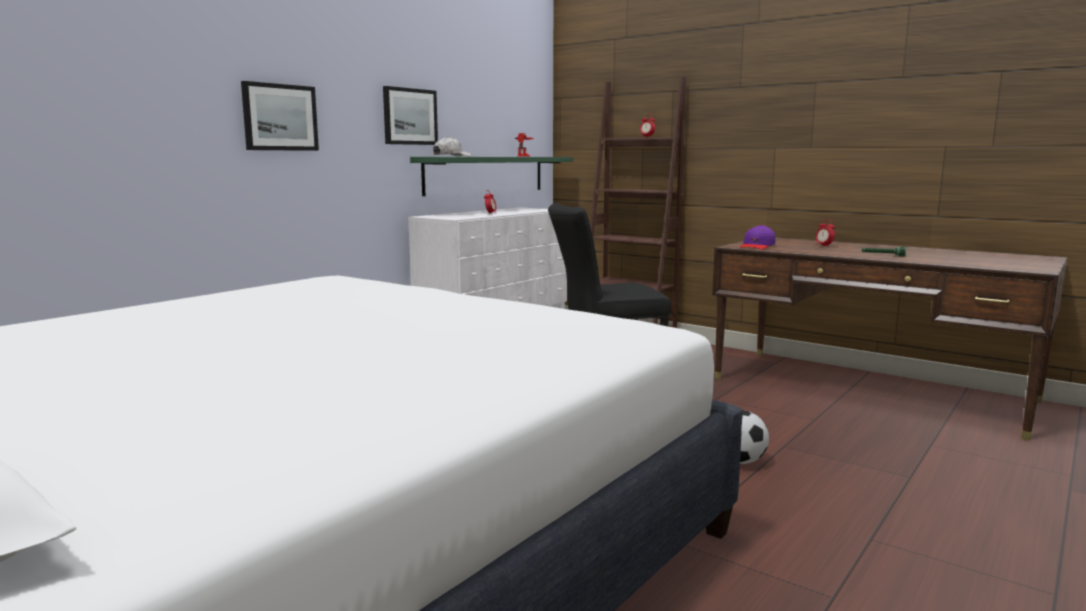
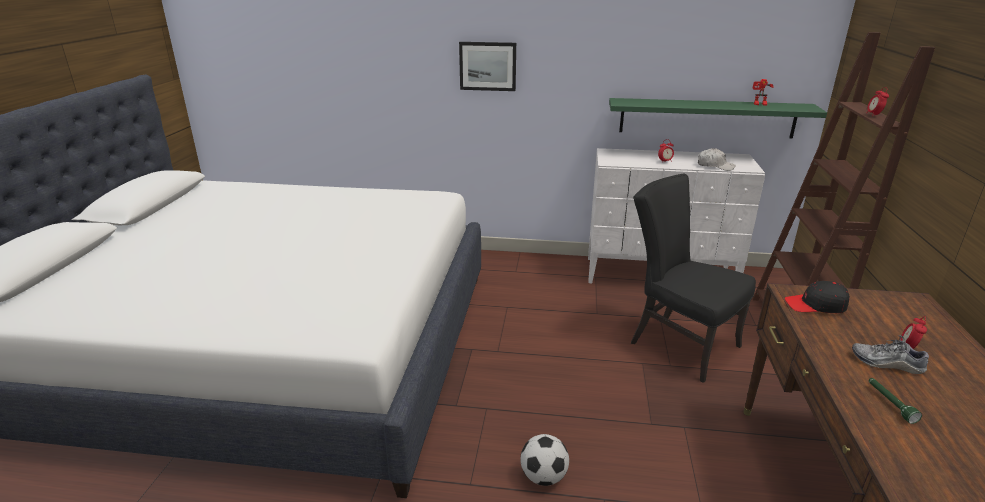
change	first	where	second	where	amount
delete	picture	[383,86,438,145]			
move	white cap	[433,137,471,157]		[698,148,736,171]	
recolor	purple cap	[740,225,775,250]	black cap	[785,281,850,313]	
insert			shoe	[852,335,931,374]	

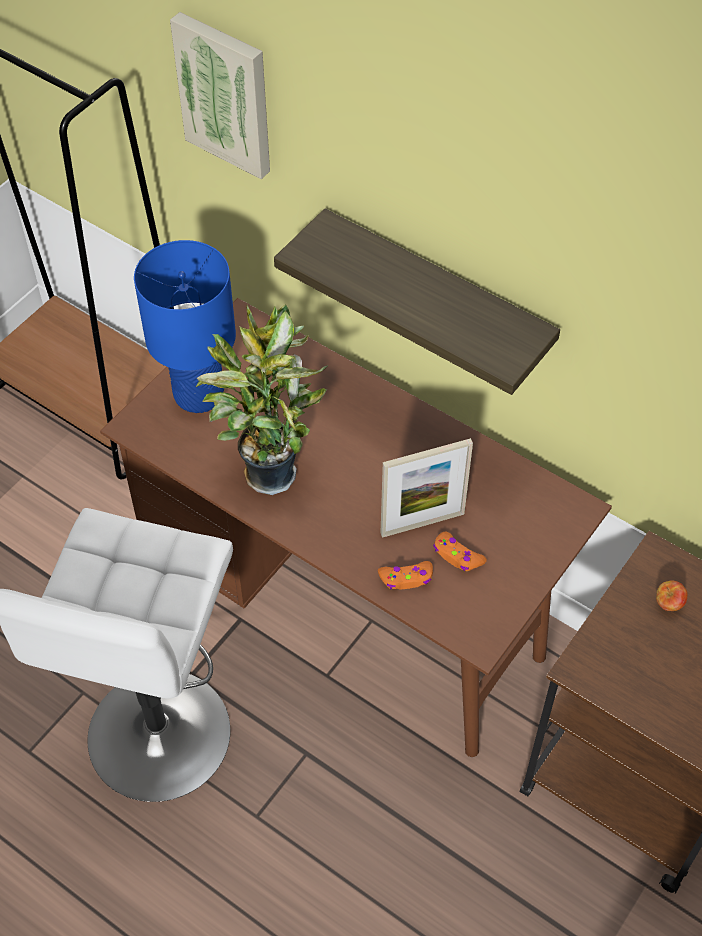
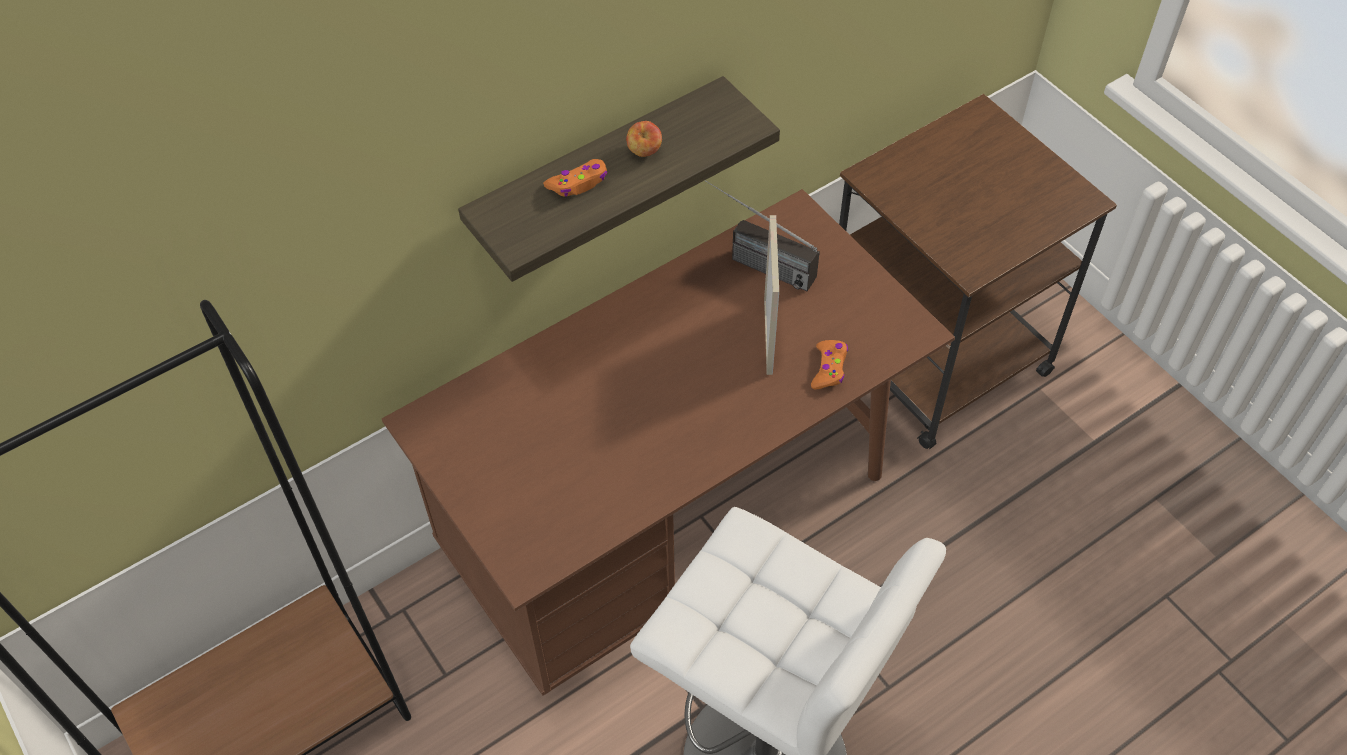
change	first	where	second	where	amount
delete	blue table lamp	[134,240,236,413]			
delete	picture	[170,12,270,179]			
delete	potted plant	[196,304,328,495]			
move	orange game controller	[433,532,487,571]		[543,159,607,197]	
move	apple	[656,580,688,611]		[626,121,662,157]	
insert			radio	[704,180,820,291]	

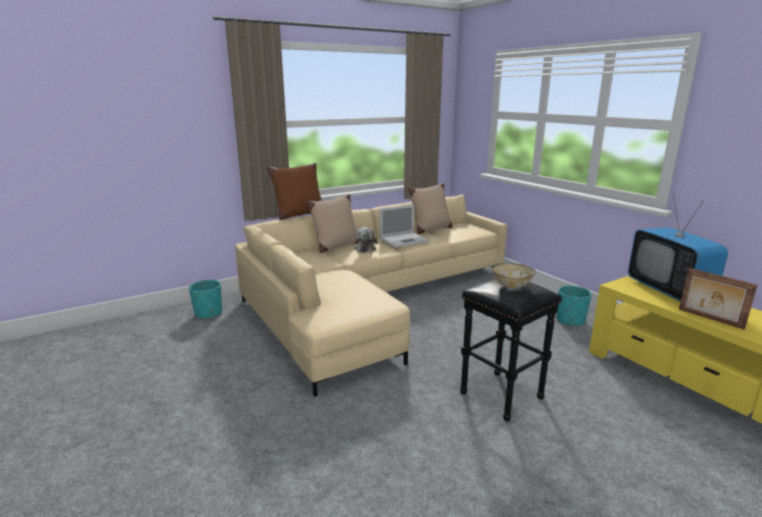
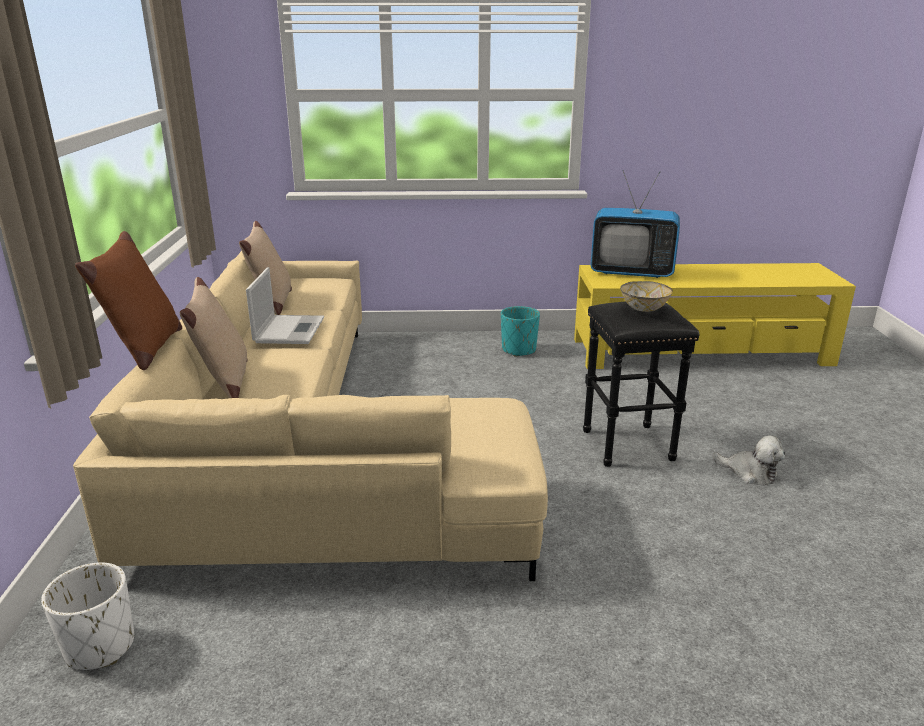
change	first	where	second	where	amount
recolor	turquoise planter	[189,280,222,320]	white planter	[41,562,134,670]	
move	plush toy	[354,227,378,253]		[713,436,785,485]	
delete	picture frame	[679,268,757,330]			

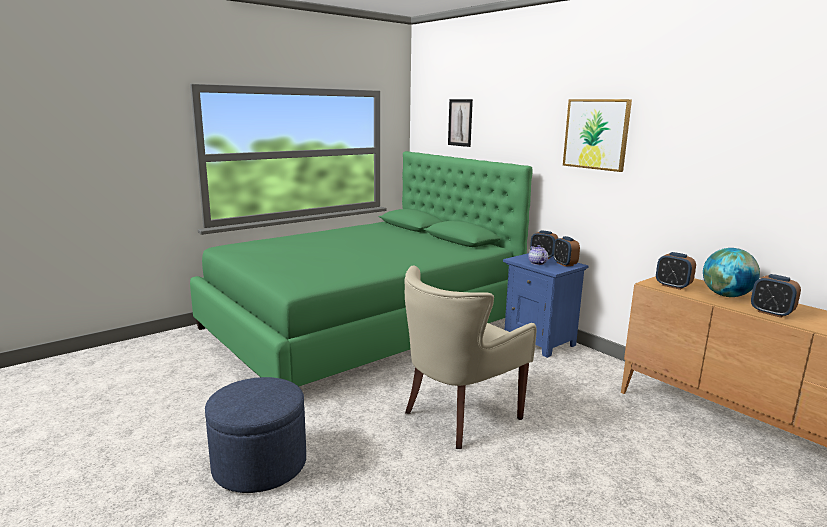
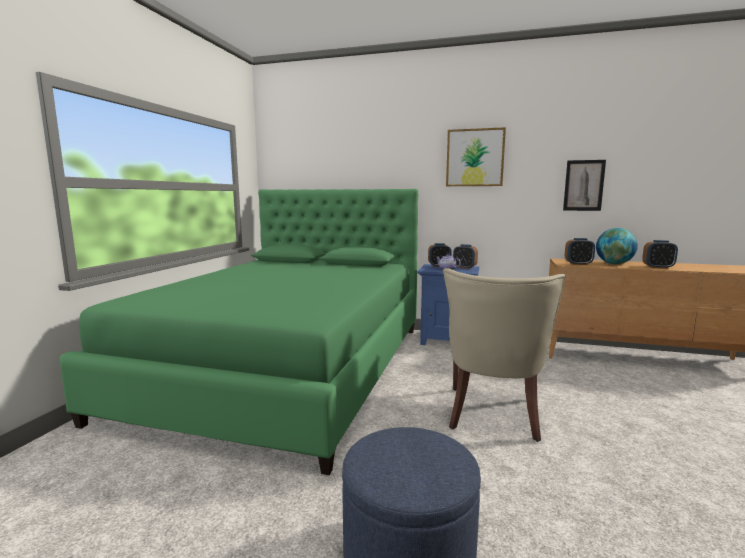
change	first	where	second	where	amount
move	picture	[448,99,473,147]		[563,160,606,211]	

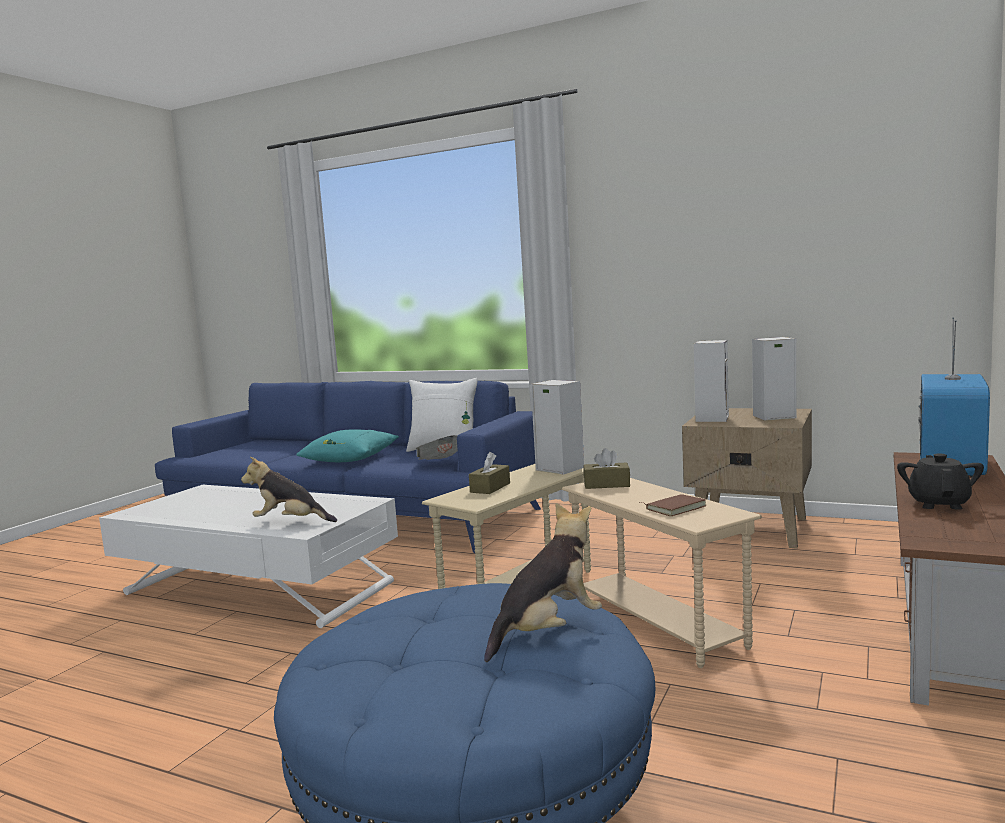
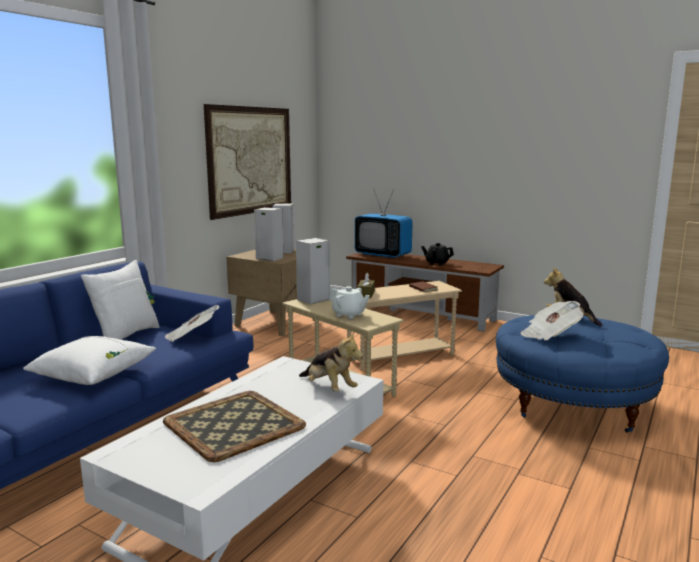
change	first	where	second	where	amount
rotate	plush toy	[241,457,337,522]		[299,331,363,392]	60 degrees counterclockwise
recolor	turquoise pillow	[296,430,399,462]	white pillow	[23,336,156,385]	
replace	brown tissue box	[469,452,510,494]	white teapot	[329,286,370,319]	
insert			tray	[163,391,306,462]	
insert			picture	[204,104,291,220]	
insert			newspaper	[521,301,584,340]	

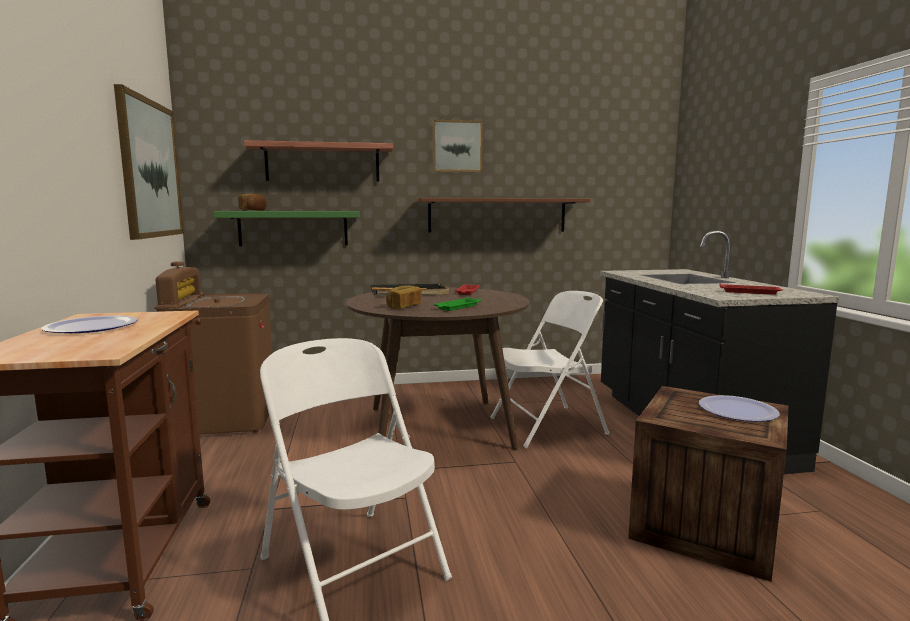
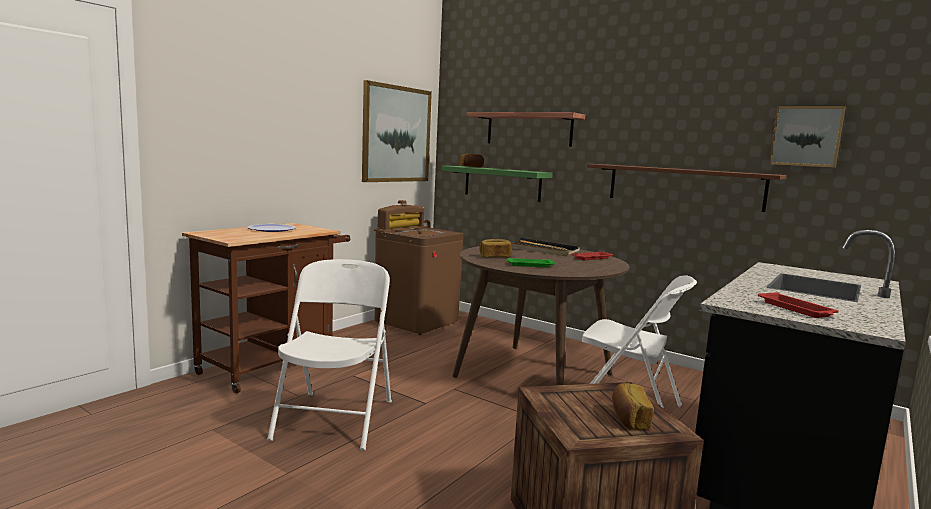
change	first	where	second	where	amount
move	picture	[433,120,483,172]		[769,106,846,168]	
replace	plate	[699,395,780,422]	bread	[612,383,654,430]	

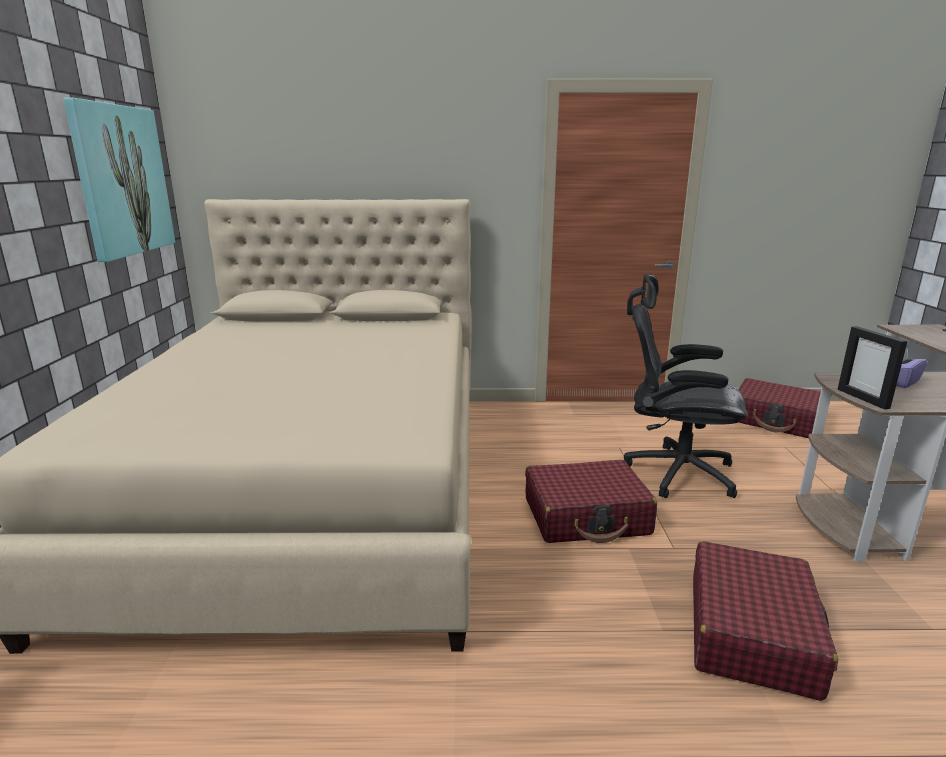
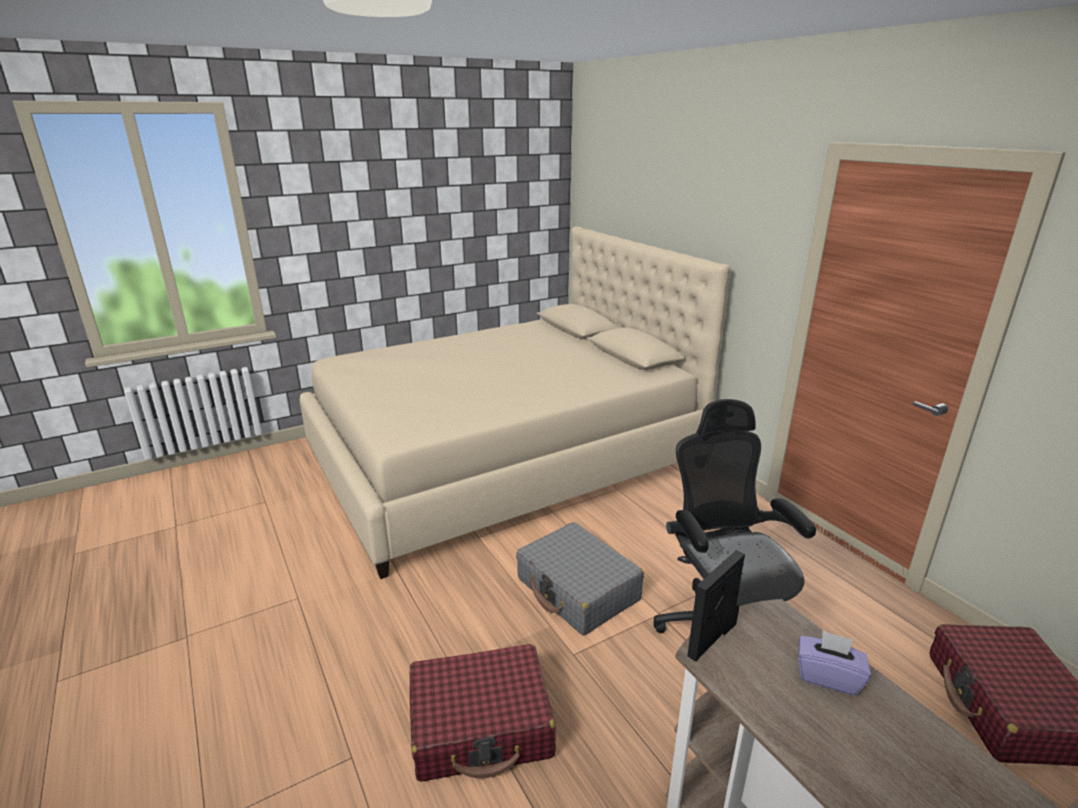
change	first	where	second	where	amount
delete	picture	[63,98,175,262]			
recolor	red suitcase	[525,460,657,543]	grey suitcase	[516,522,644,635]	

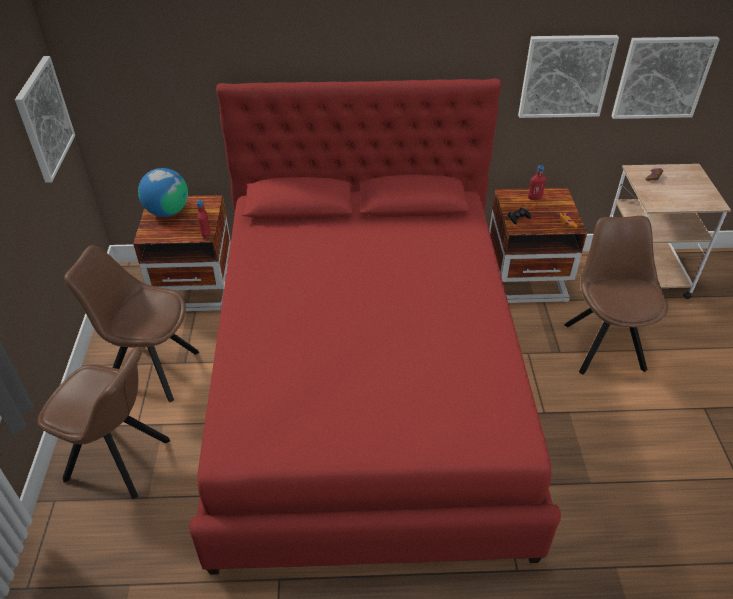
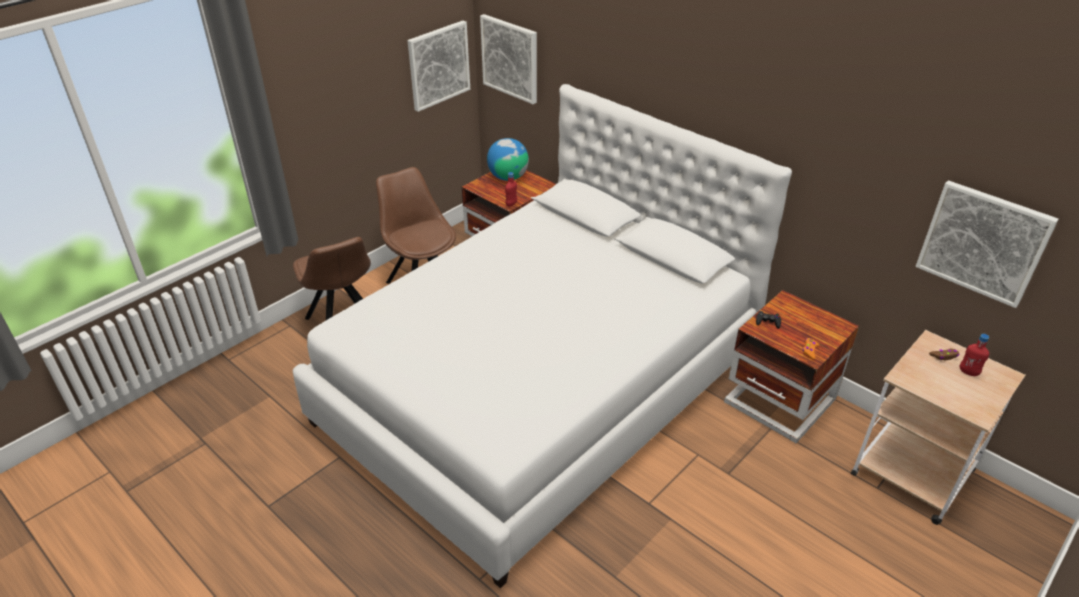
change	first	where	second	where	amount
recolor	red bed	[189,78,561,575]	white bed	[292,84,792,588]	
move	picture	[518,35,619,118]		[480,14,537,104]	
move	red bottle	[528,165,546,200]		[959,334,989,376]	
delete	brown chair	[564,216,668,375]			

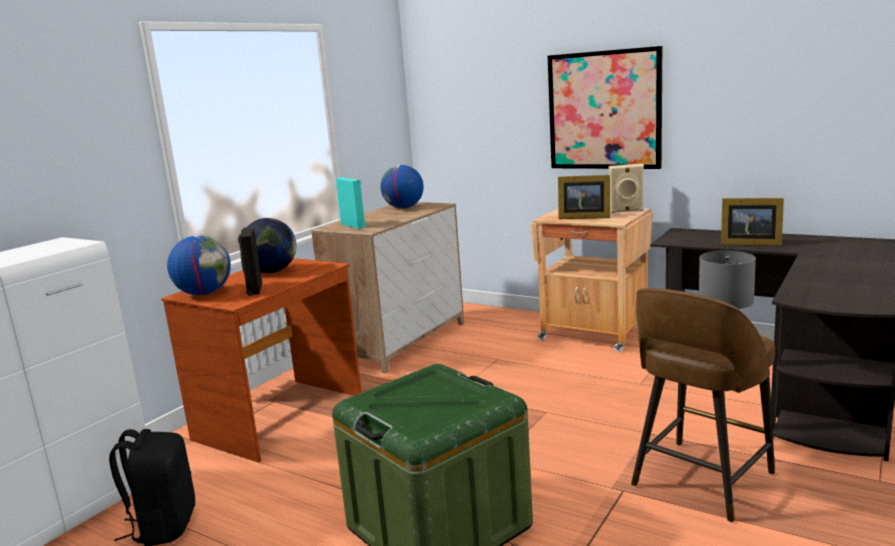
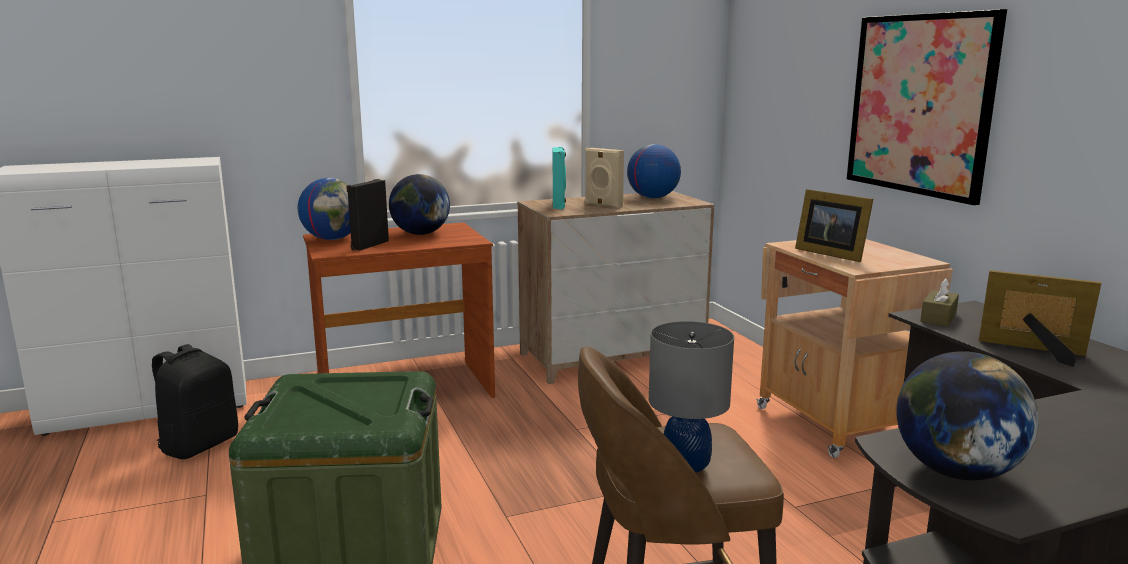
change	first	where	second	where	amount
move	beige speaker	[608,164,644,213]		[585,148,624,208]	
rotate	picture frame	[721,198,784,246]		[979,270,1101,367]	150 degrees clockwise
insert			globe	[896,351,1039,480]	
insert			brown tissue box	[920,278,959,326]	

